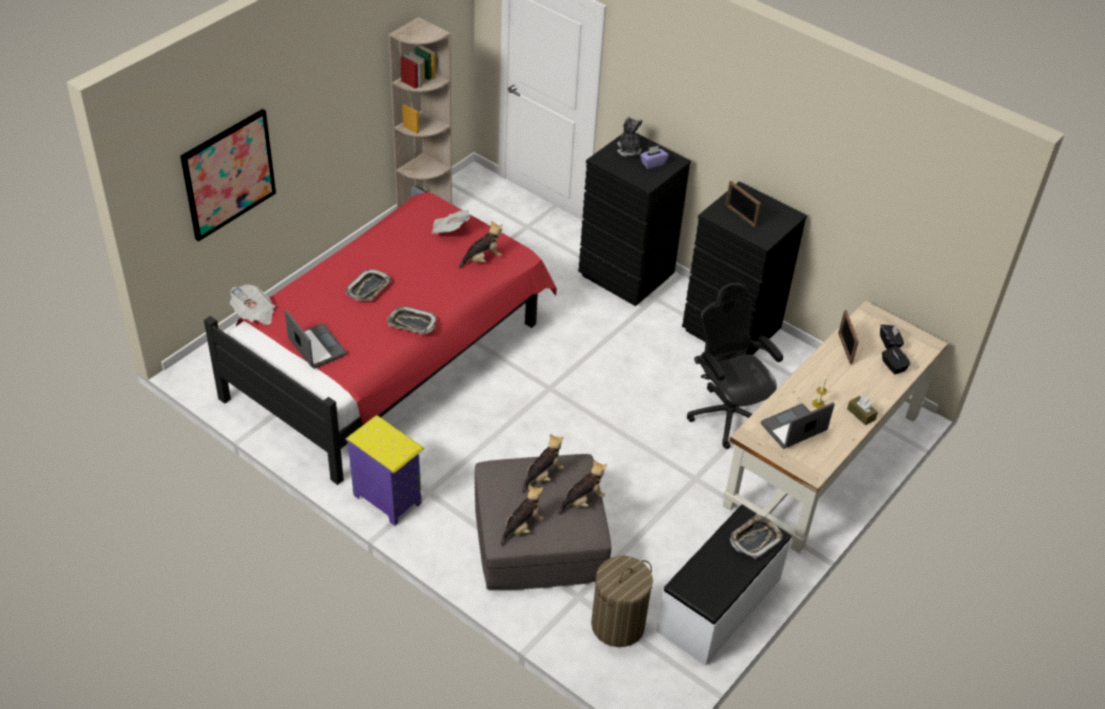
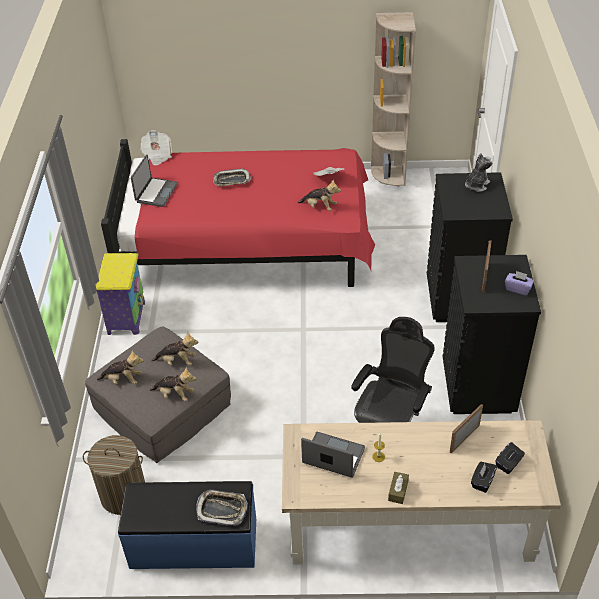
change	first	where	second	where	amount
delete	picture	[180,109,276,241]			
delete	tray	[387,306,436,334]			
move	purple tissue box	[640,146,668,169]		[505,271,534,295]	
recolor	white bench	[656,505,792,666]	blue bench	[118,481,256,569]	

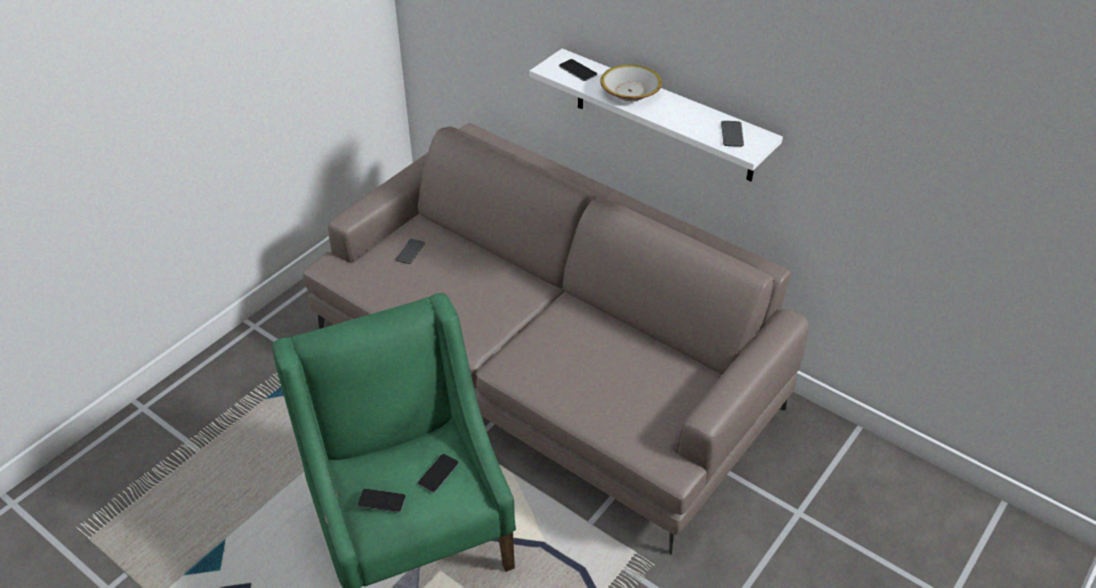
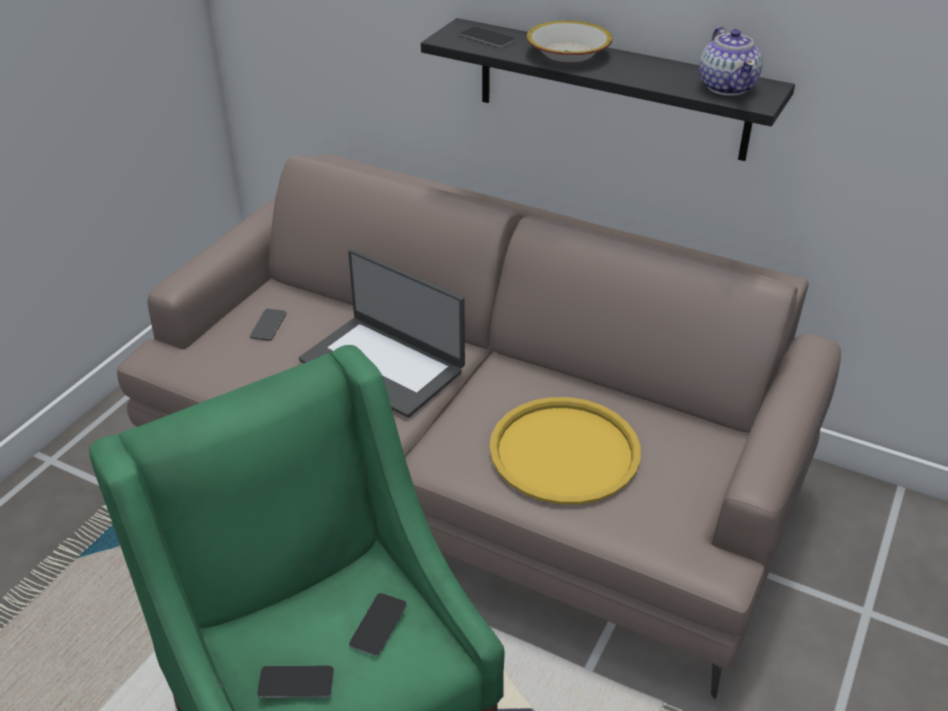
change	first	where	second	where	amount
recolor	white shelf	[530,48,783,181]	black shelf	[421,18,795,161]	
replace	phone	[721,121,744,147]	teapot	[699,27,763,96]	
insert			laptop	[299,249,465,418]	
insert			yellow tray	[490,397,641,505]	

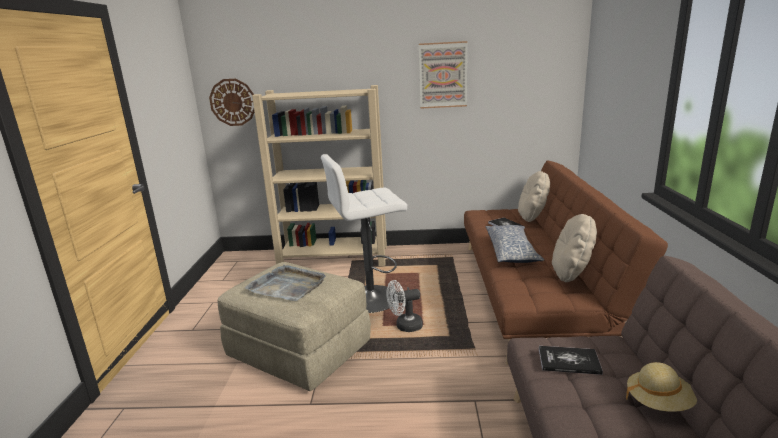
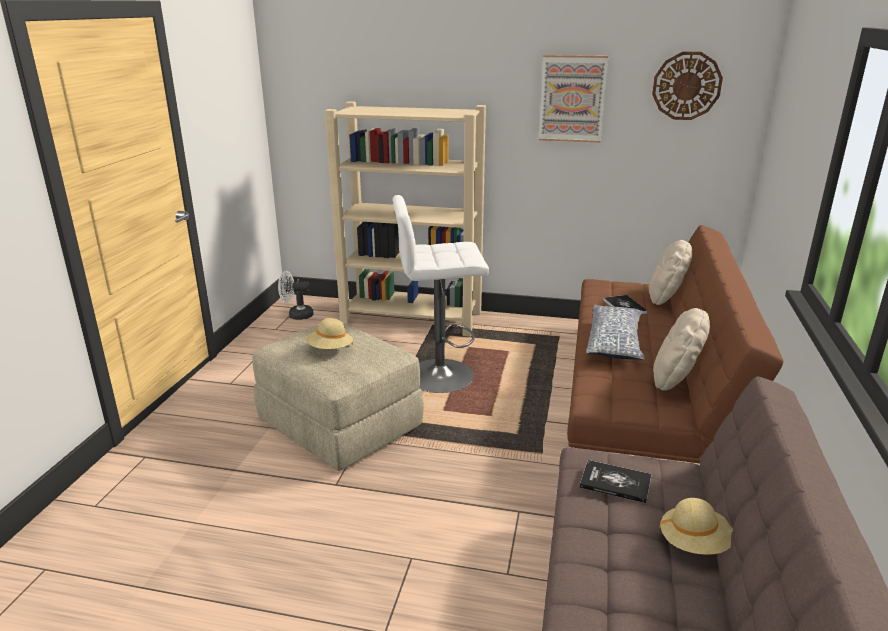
change	first	where	second	where	amount
move	wall clock	[209,79,254,126]		[652,52,723,120]	
replace	grey tray	[245,264,326,301]	beige hat	[306,318,353,349]	
move	white fan	[386,280,423,332]		[278,271,313,320]	

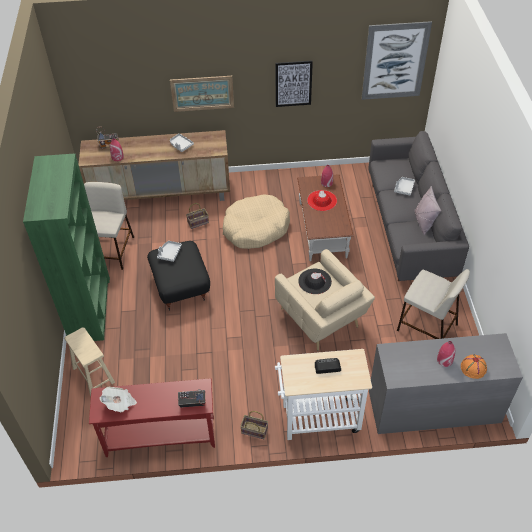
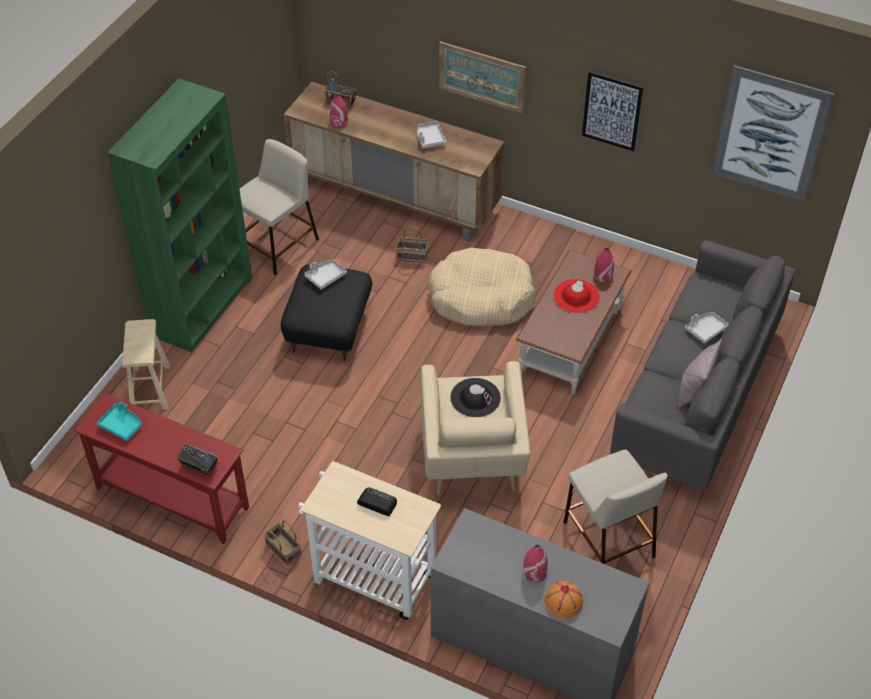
change	first	where	second	where	amount
replace	newspaper	[99,387,137,413]	turquoise tray	[97,402,142,441]	

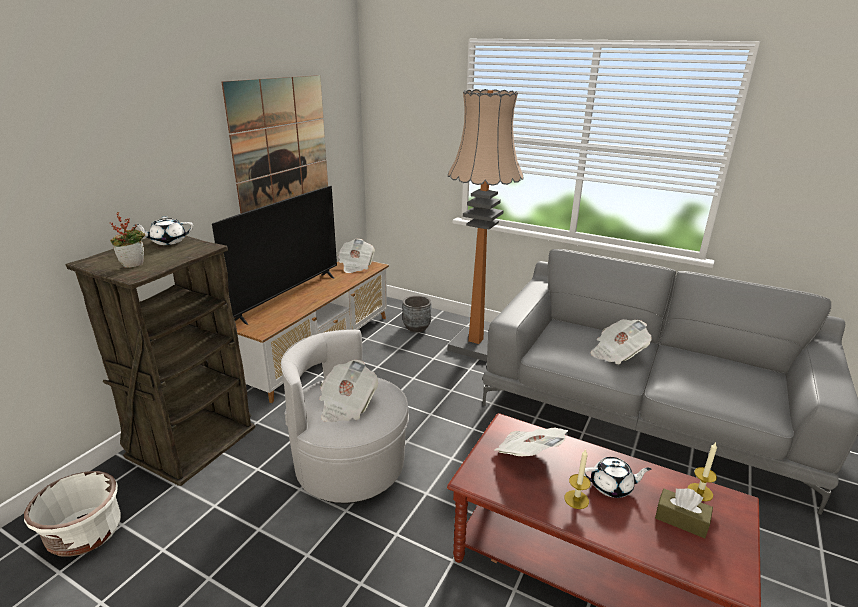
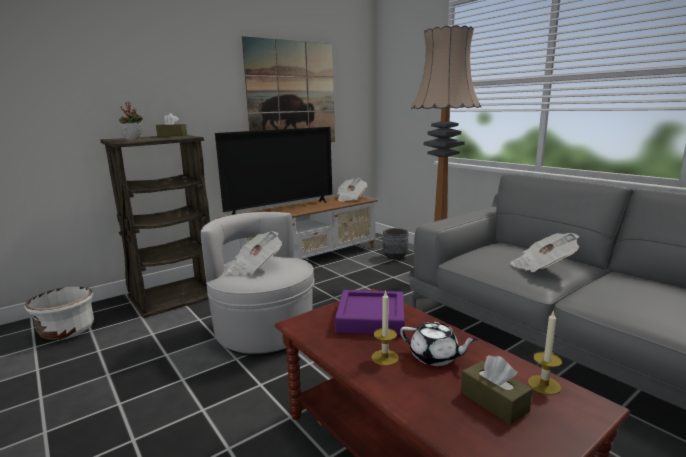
change	first	where	second	where	amount
replace	white teapot	[134,216,193,245]	brown tissue box	[156,113,187,136]	
replace	newspaper	[494,428,568,456]	purple tray	[335,290,405,336]	

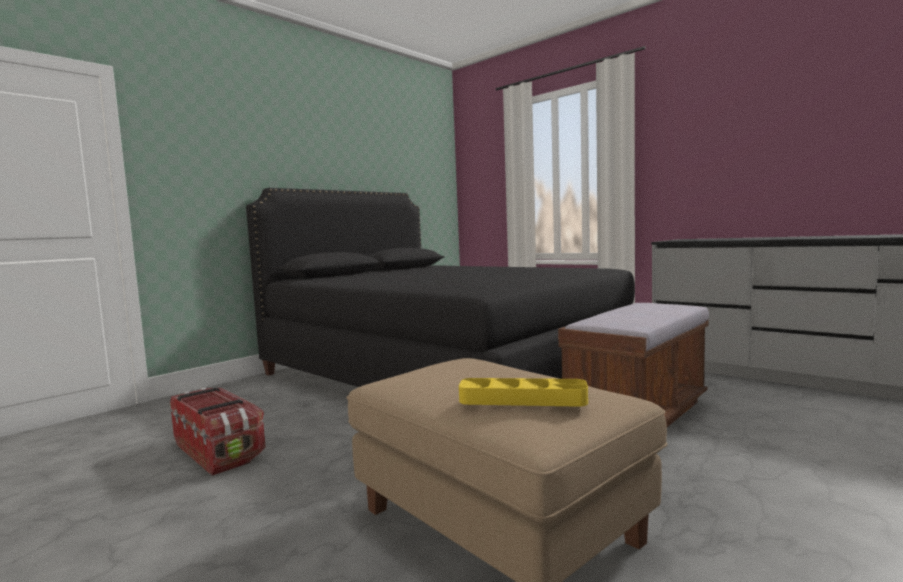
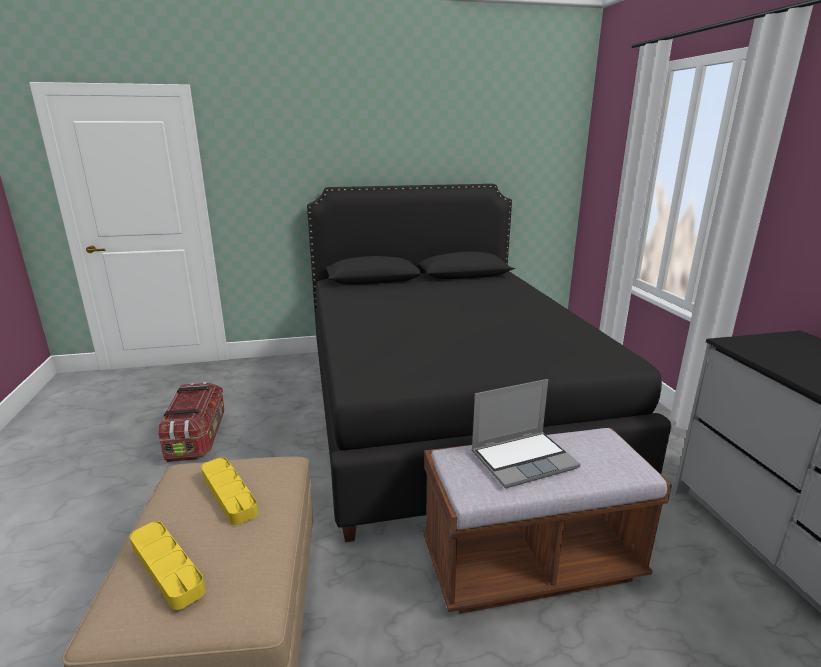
change	first	where	second	where	amount
insert			yellow tray	[201,458,258,525]	
insert			laptop	[471,379,581,488]	

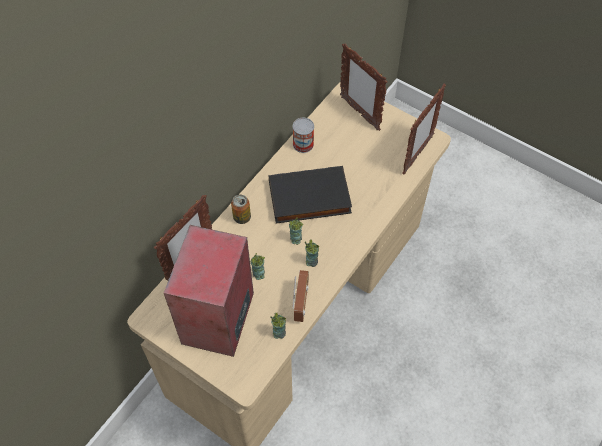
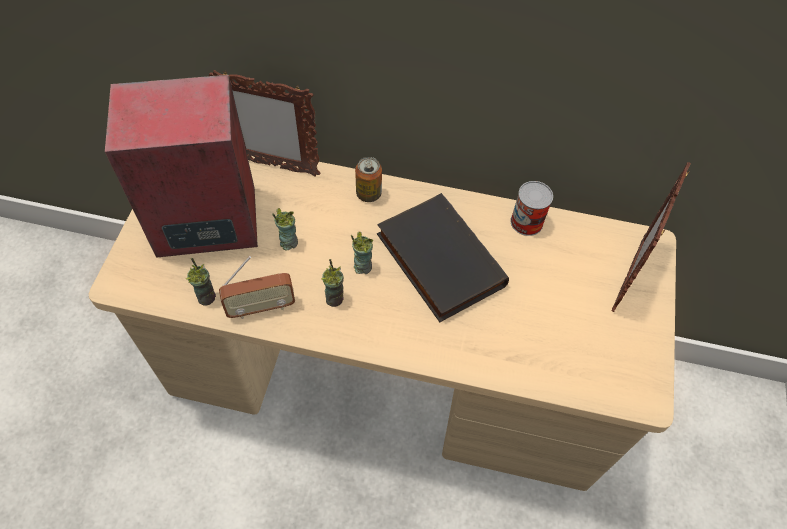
change	first	where	second	where	amount
delete	picture frame	[402,84,446,175]			

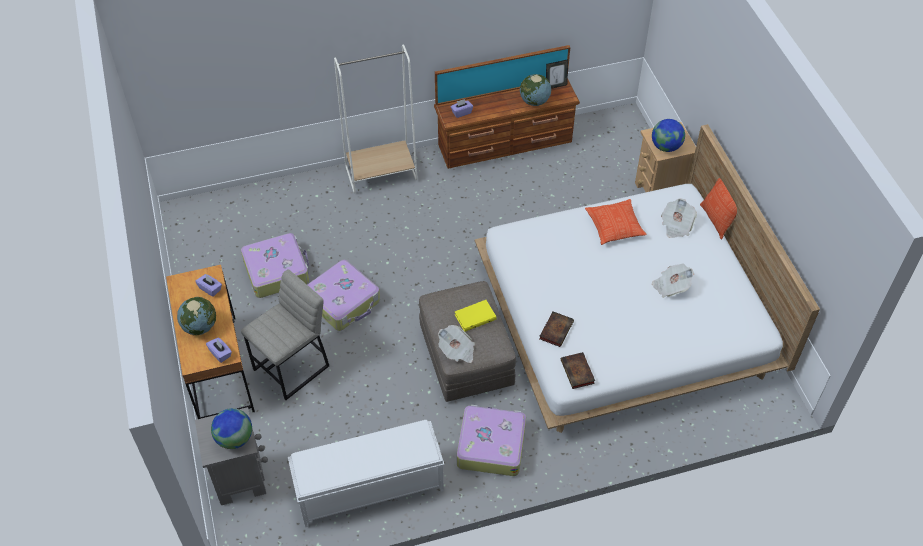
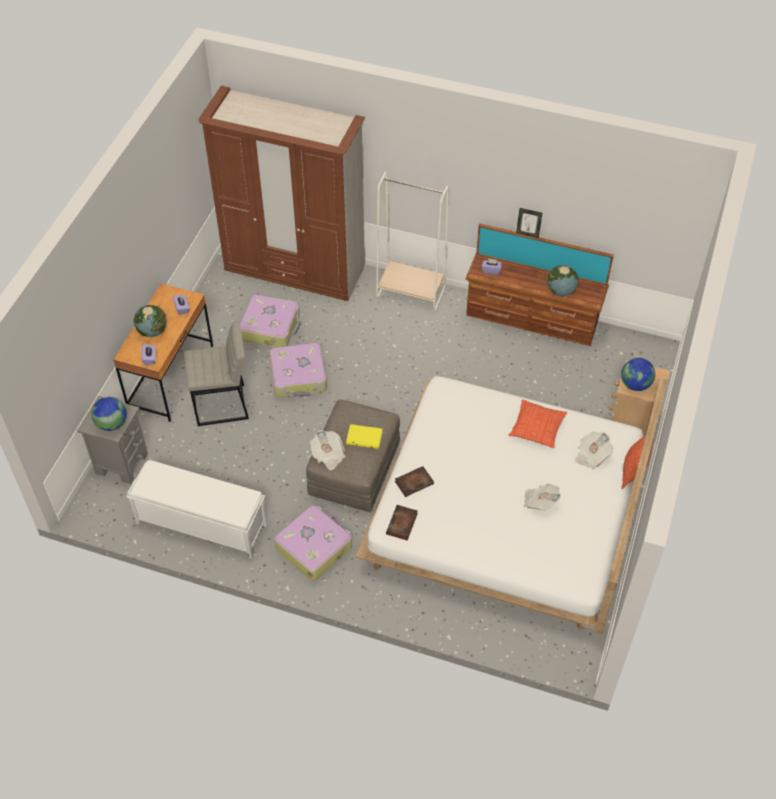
change	first	where	second	where	amount
move	picture frame	[546,59,568,89]		[516,208,542,238]	
insert			brown wardrobe	[198,86,365,301]	

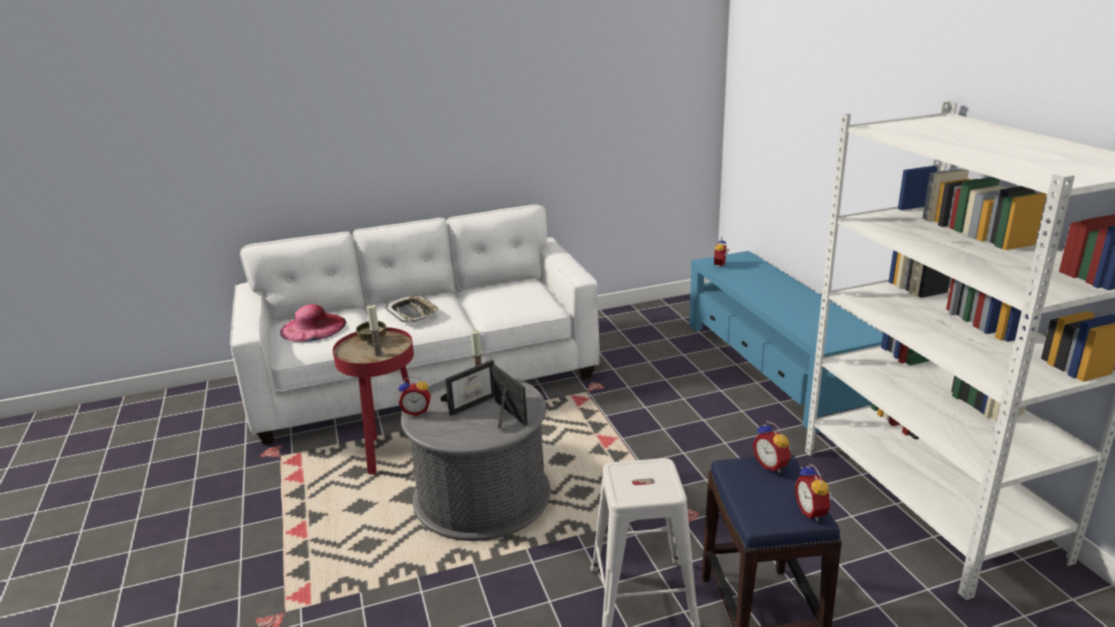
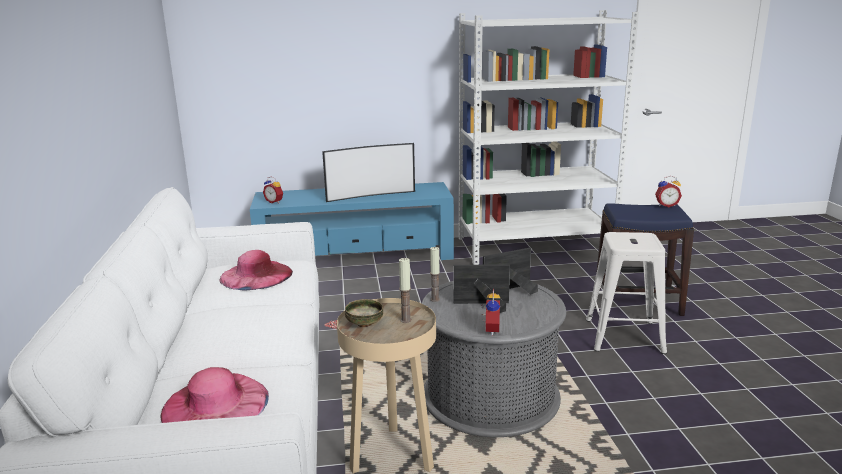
change	first	where	second	where	amount
recolor	red side table	[333,327,414,475]	beige side table	[337,298,436,474]	
delete	tray	[385,295,439,323]			
rotate	picture frame	[441,360,495,416]		[453,264,510,313]	60 degrees counterclockwise
delete	alarm clock	[753,421,791,473]			
insert			pink hat	[220,250,293,290]	
insert			television	[322,143,415,202]	

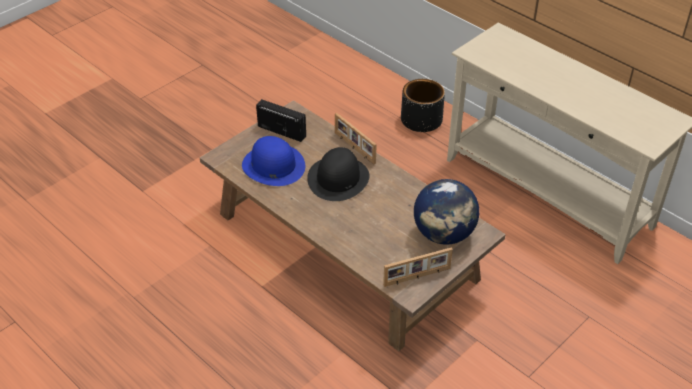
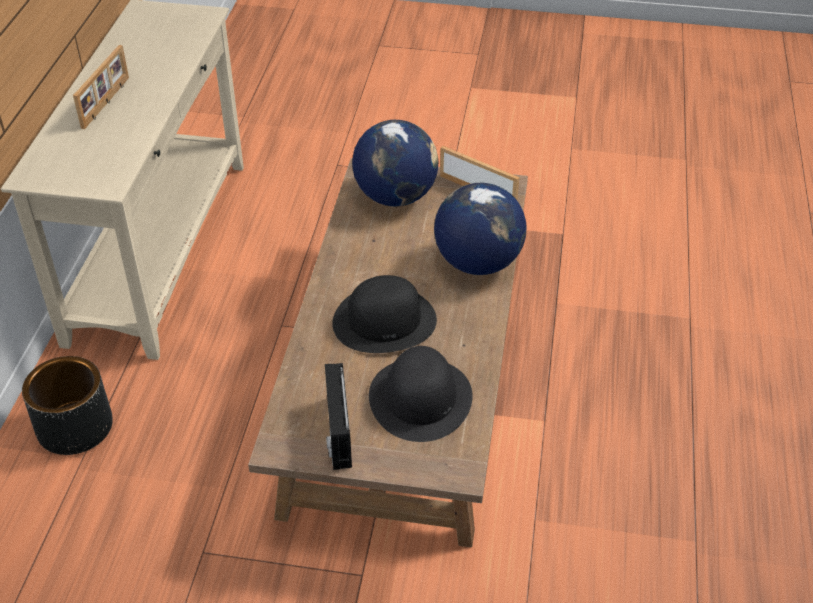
change	first	where	second	where	amount
recolor	blue hat	[242,136,305,186]	black hat	[369,346,473,442]	
move	picture frame	[335,113,377,164]		[73,45,129,129]	
insert			globe	[434,183,526,275]	

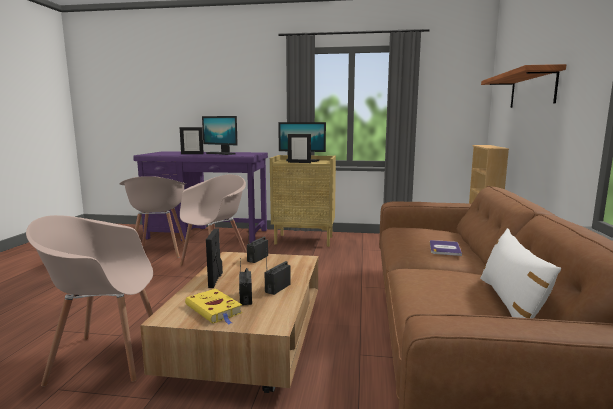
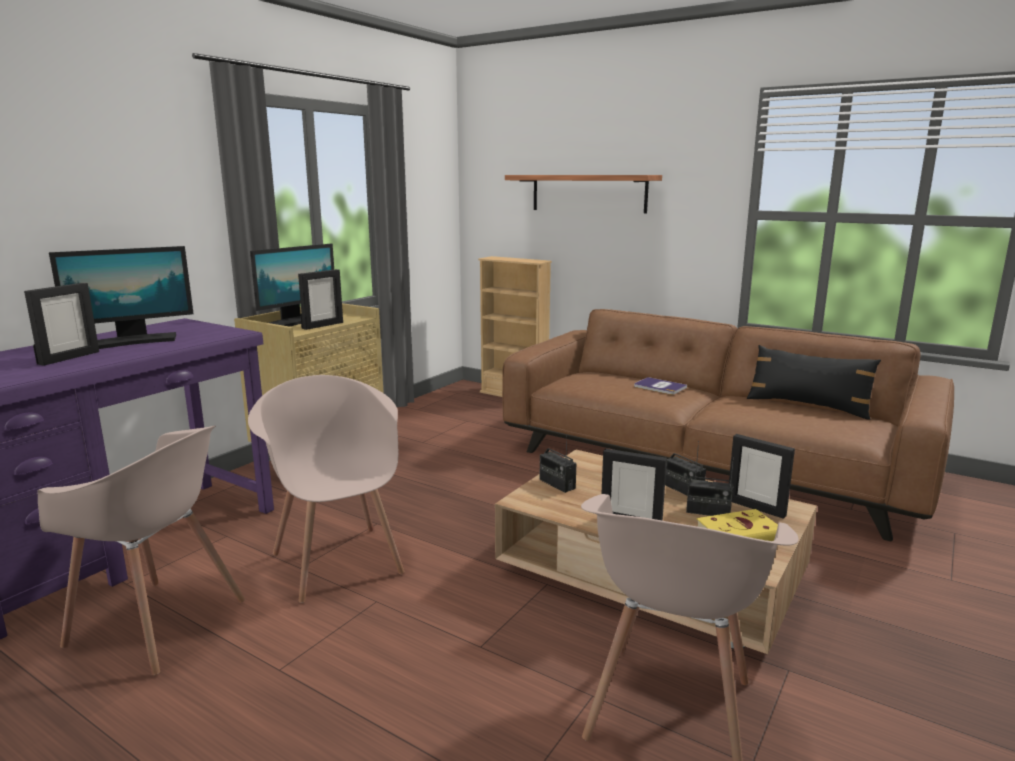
change	first	where	second	where	amount
recolor	white pillow	[480,228,561,319]	black pillow	[747,345,881,420]	
insert			picture frame	[729,434,795,519]	

